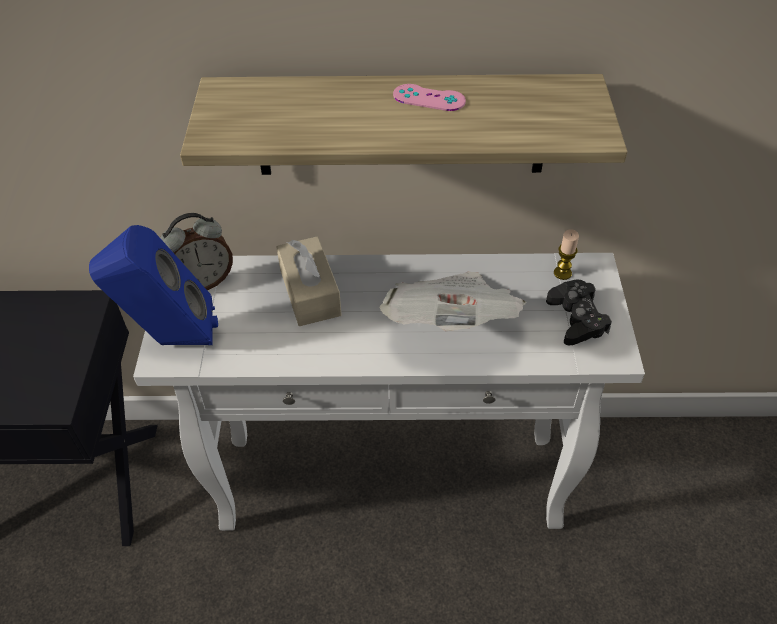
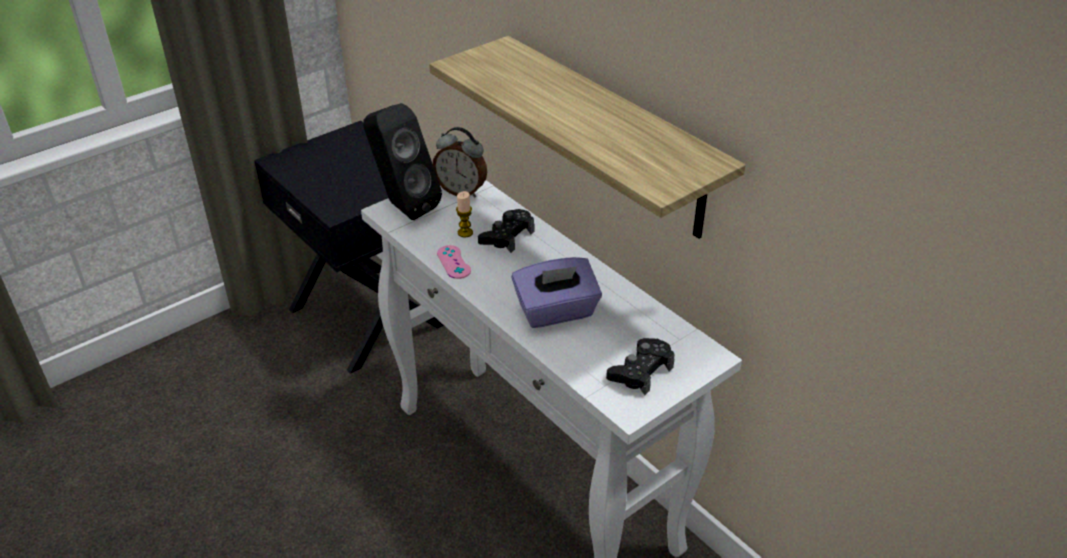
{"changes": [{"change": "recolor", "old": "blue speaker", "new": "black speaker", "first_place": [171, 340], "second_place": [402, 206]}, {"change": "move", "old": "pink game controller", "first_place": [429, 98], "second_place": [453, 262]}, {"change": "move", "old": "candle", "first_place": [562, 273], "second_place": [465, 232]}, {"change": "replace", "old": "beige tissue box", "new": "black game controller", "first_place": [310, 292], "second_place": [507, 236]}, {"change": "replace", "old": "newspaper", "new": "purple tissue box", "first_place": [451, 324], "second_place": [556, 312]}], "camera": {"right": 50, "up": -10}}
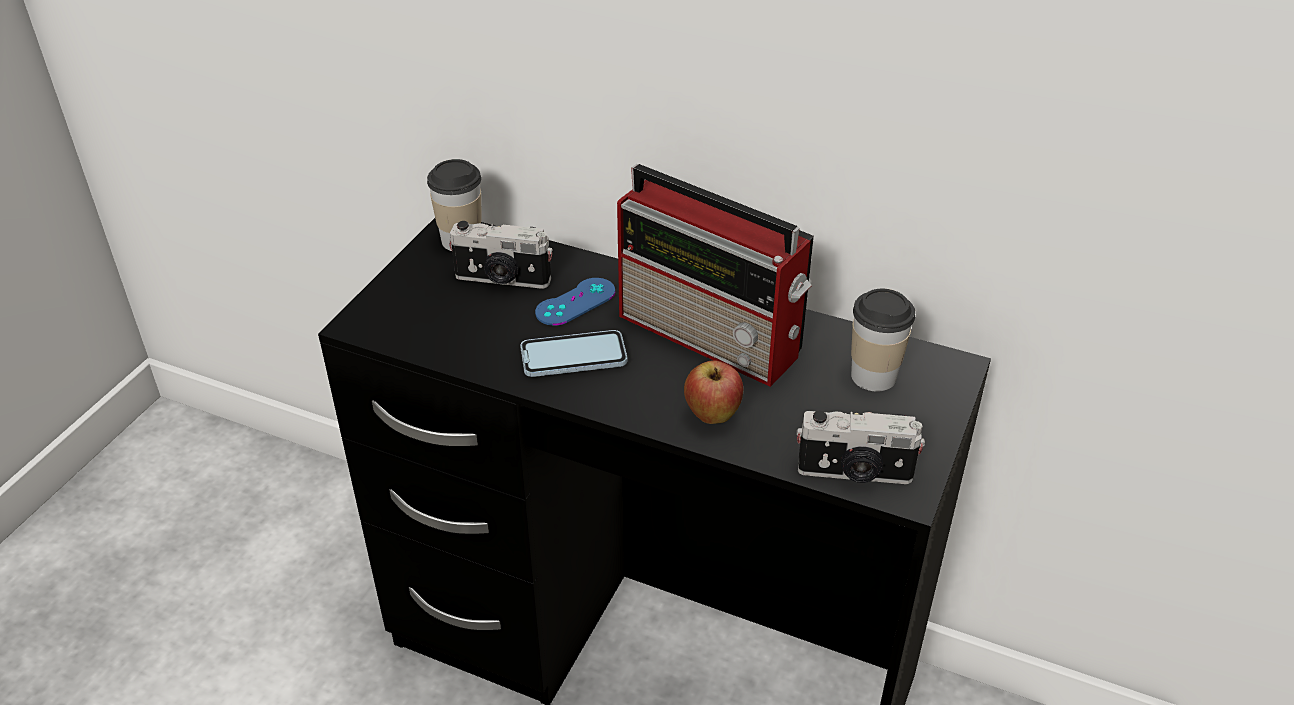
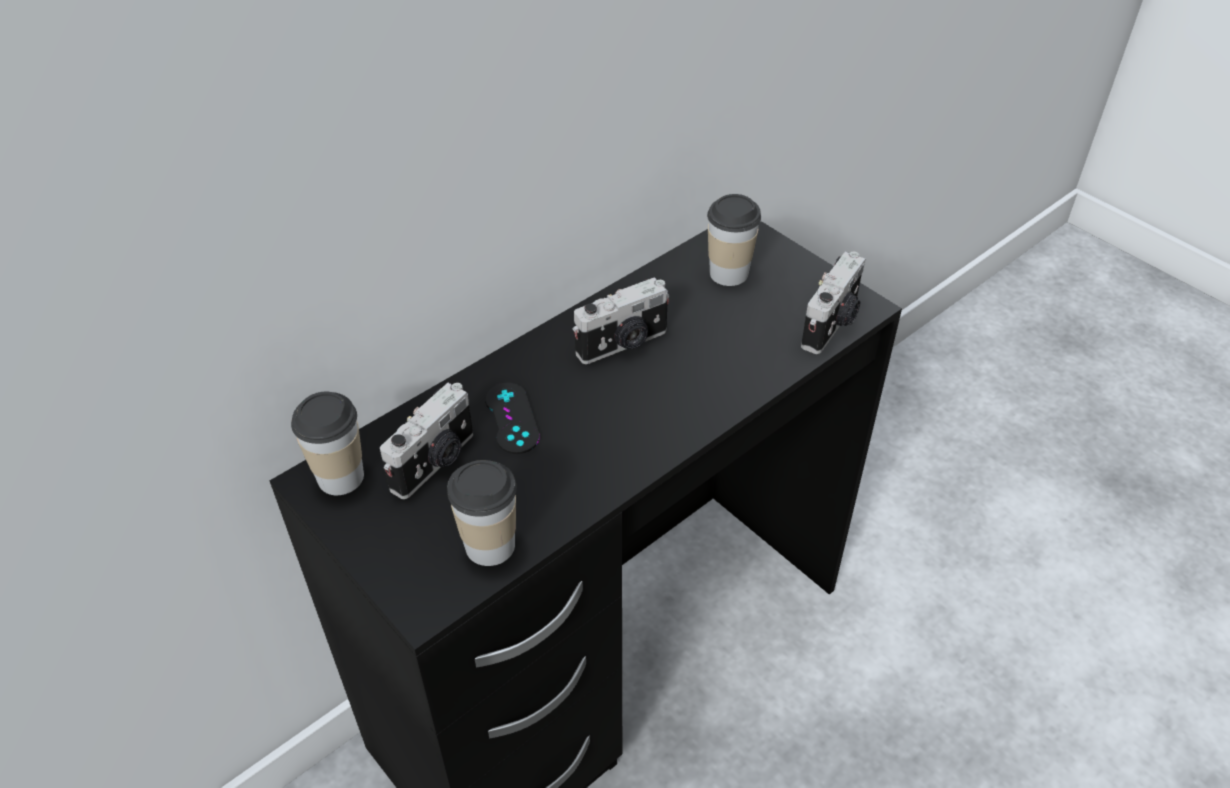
{"changes": [{"change": "insert", "new": "cup", "second_place": [490, 546]}, {"change": "recolor", "old": "blue game controller", "new": "black game controller", "first_place": [575, 302], "second_place": [512, 418]}, {"change": "replace", "old": "radio", "new": "photo camera", "first_place": [713, 337], "second_place": [623, 344]}, {"change": "delete", "old": "phone", "first_place": [573, 356]}, {"change": "delete", "old": "apple", "first_place": [712, 416]}], "camera": {"right": -65, "up": 5}}
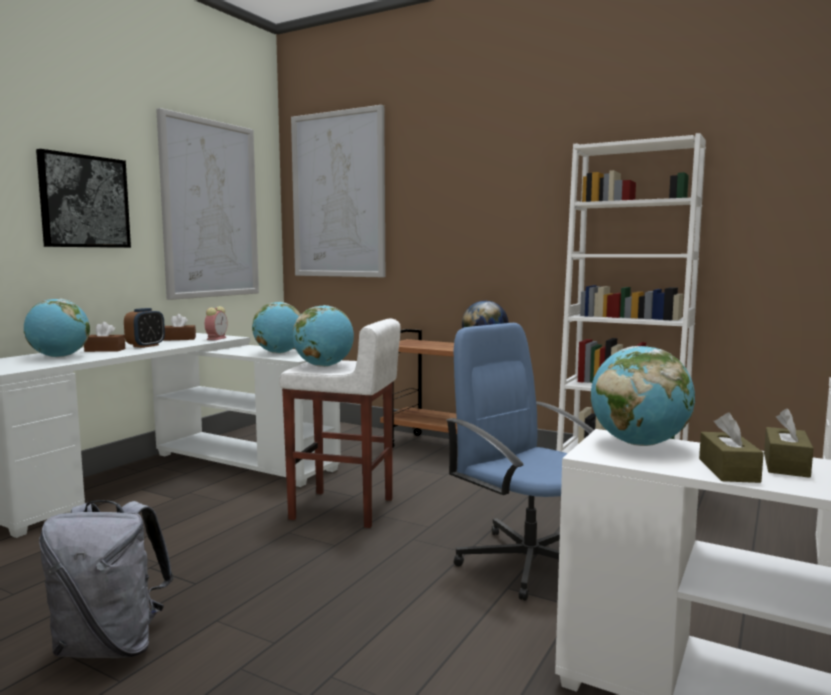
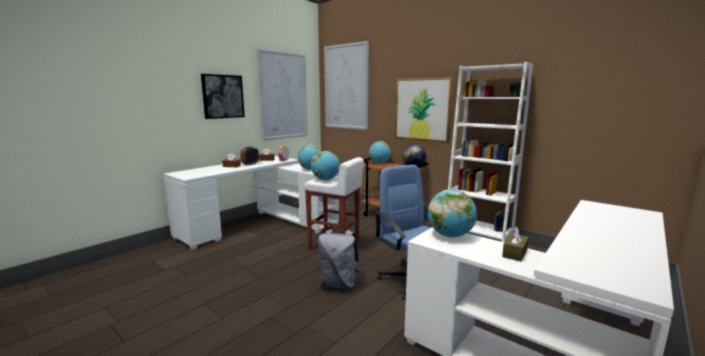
{"changes": [{"change": "move", "old": "grey backpack", "first_place": [111, 646], "second_place": [338, 284]}, {"change": "move", "old": "globe", "first_place": [59, 357], "second_place": [379, 163]}, {"change": "insert", "new": "picture", "second_place": [422, 109]}, {"change": "delete", "old": "brown tissue box", "first_place": [728, 470]}], "camera": {"right": 10, "up": 5}}
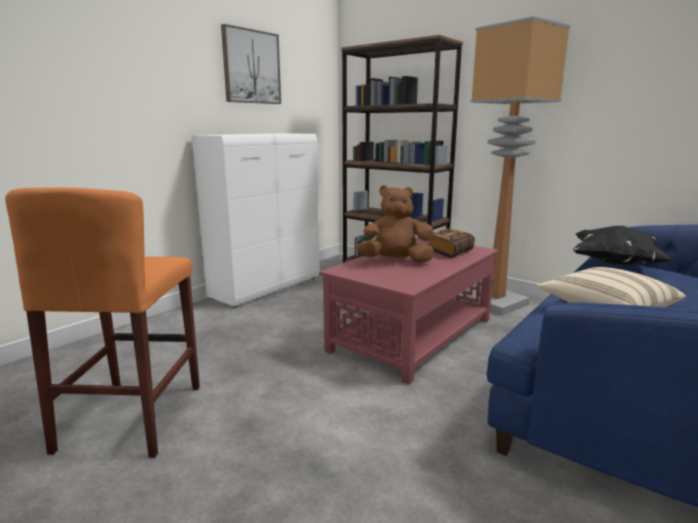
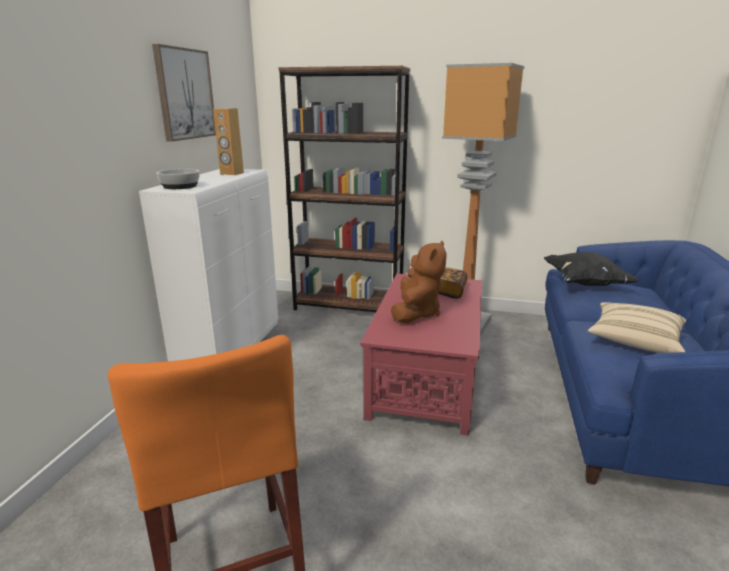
{"changes": [{"change": "insert", "new": "bowl", "second_place": [180, 186]}, {"change": "insert", "new": "brown speaker", "second_place": [231, 173]}, {"change": "rotate", "old": "brown plush toy", "first_place": [396, 261], "second_place": [416, 313], "degrees": 135}], "camera": {"right": -25, "up": 5}}
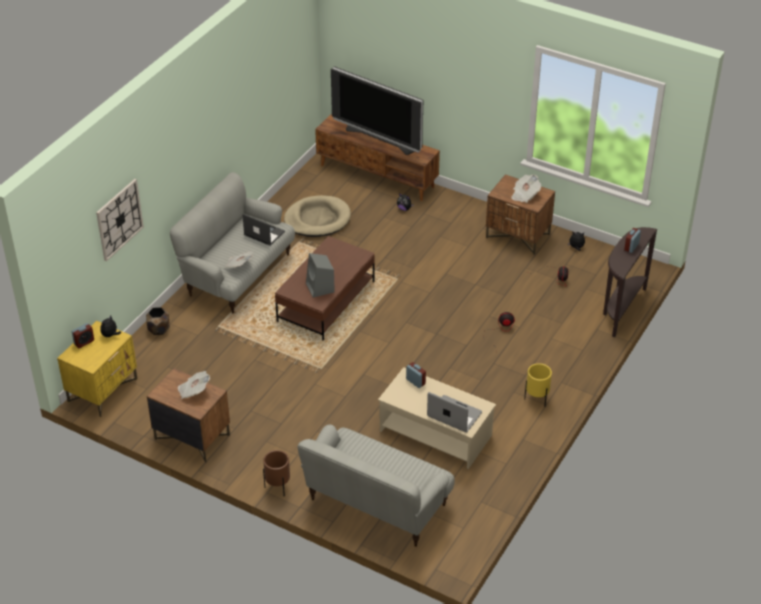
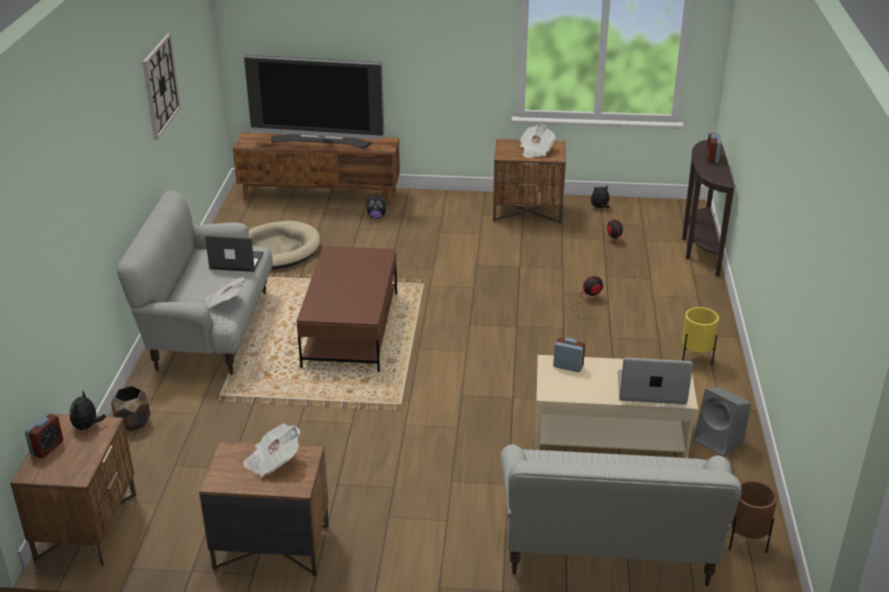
{"changes": [{"change": "recolor", "old": "yellow nightstand", "new": "brown nightstand", "first_place": [103, 390], "second_place": [87, 527]}, {"change": "move", "old": "wall clock", "first_place": [119, 219], "second_place": [160, 85]}, {"change": "move", "old": "grey speaker", "first_place": [320, 288], "second_place": [720, 440]}, {"change": "move", "old": "brown planter", "first_place": [277, 487], "second_place": [746, 543]}], "camera": {"right": -25, "up": -10}}
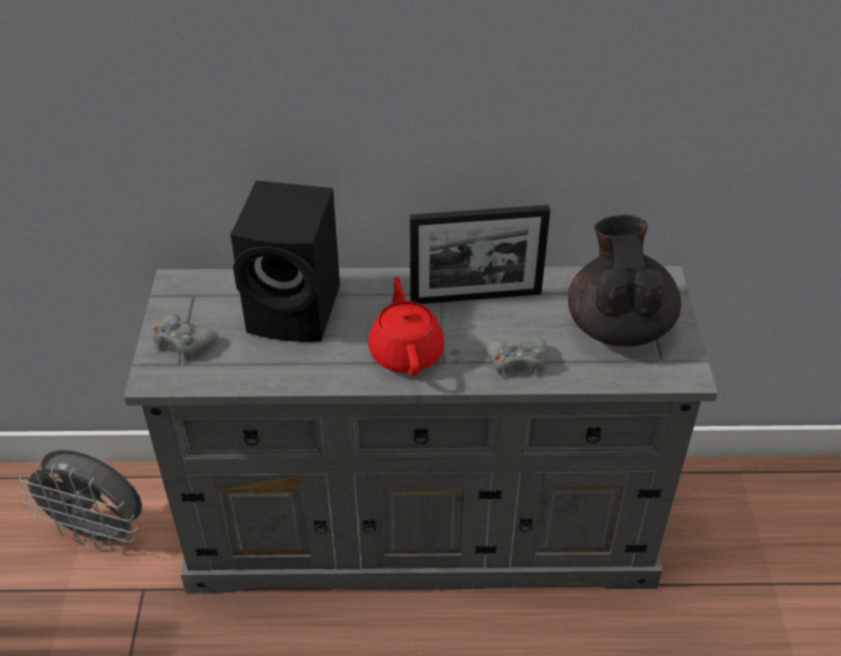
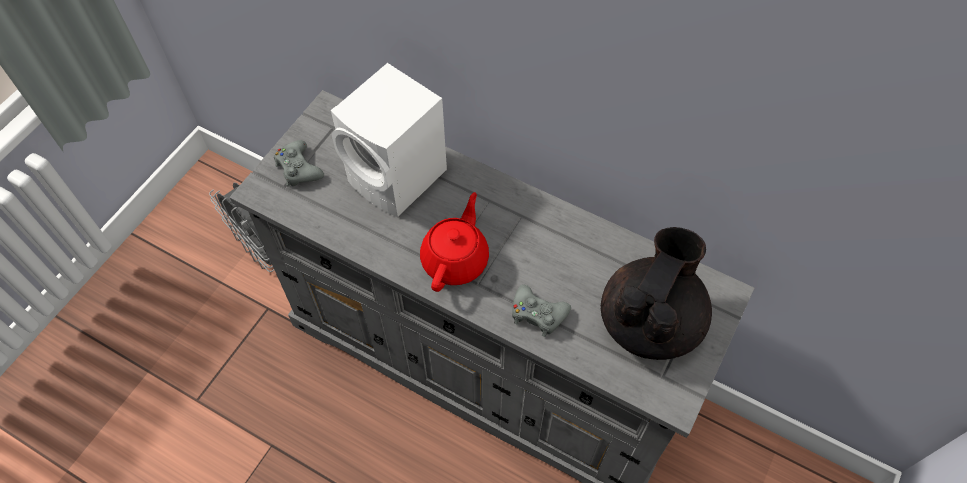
{"changes": [{"change": "recolor", "old": "black speaker", "new": "white speaker", "first_place": [297, 311], "second_place": [399, 179]}, {"change": "delete", "old": "picture frame", "first_place": [476, 296]}], "camera": {"right": 30, "up": 15}}
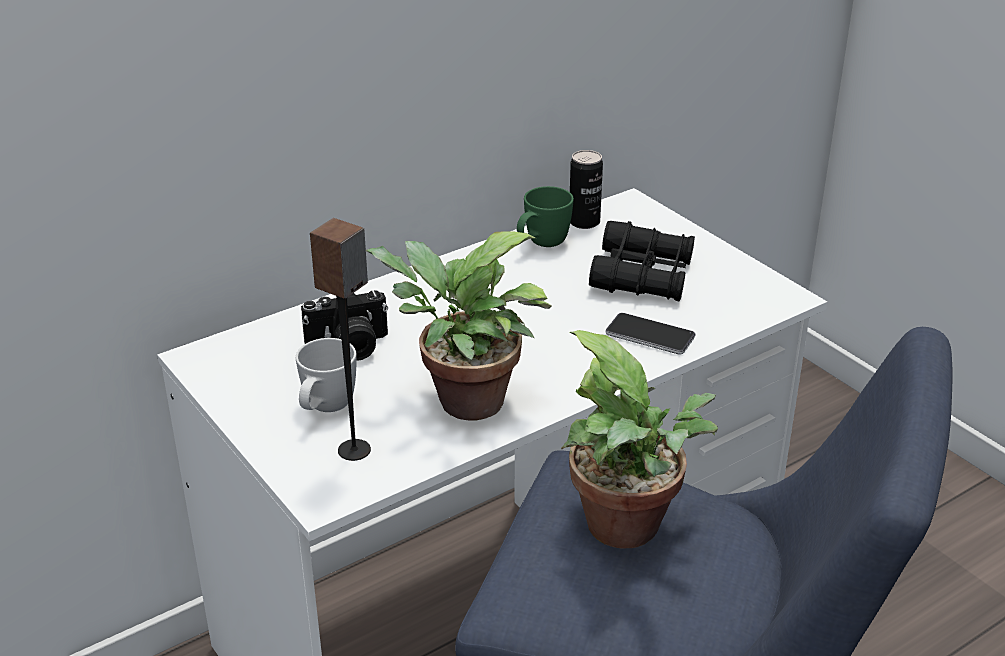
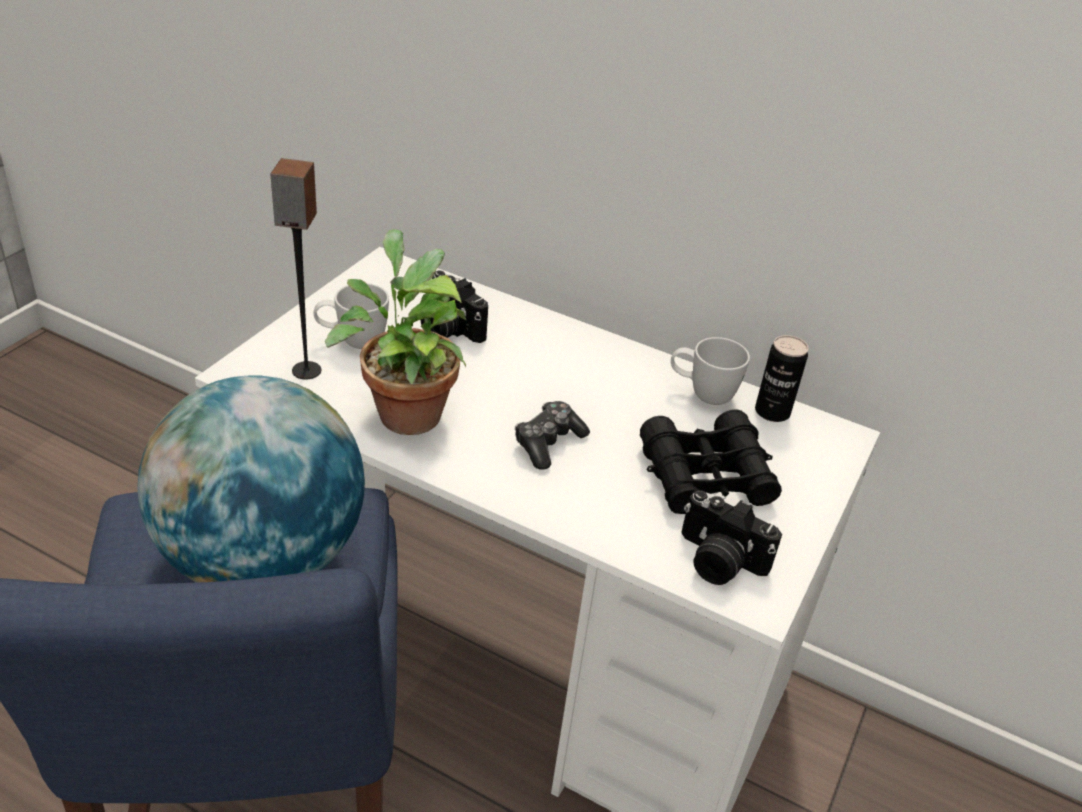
{"changes": [{"change": "replace", "old": "potted plant", "new": "globe", "first_place": [630, 530], "second_place": [262, 559]}, {"change": "insert", "new": "game controller", "second_place": [548, 443]}, {"change": "recolor", "old": "green mug", "new": "white mug", "first_place": [541, 245], "second_place": [701, 394]}, {"change": "insert", "new": "photo camera", "second_place": [717, 561]}, {"change": "delete", "old": "phone", "first_place": [650, 335]}], "camera": {"right": 60, "up": 5}}
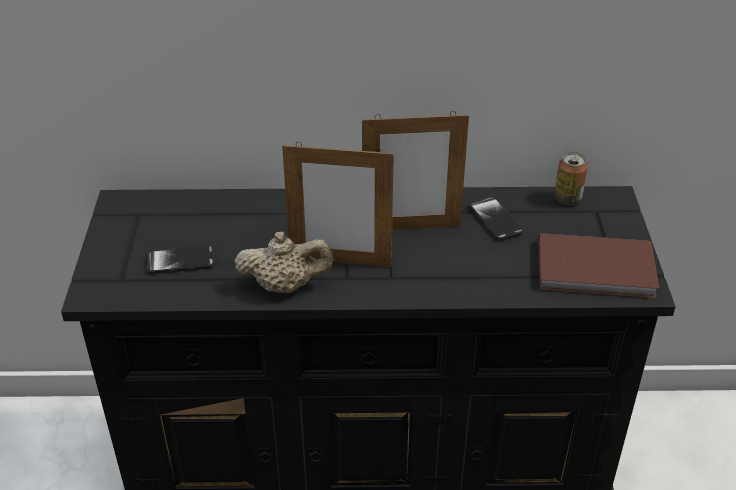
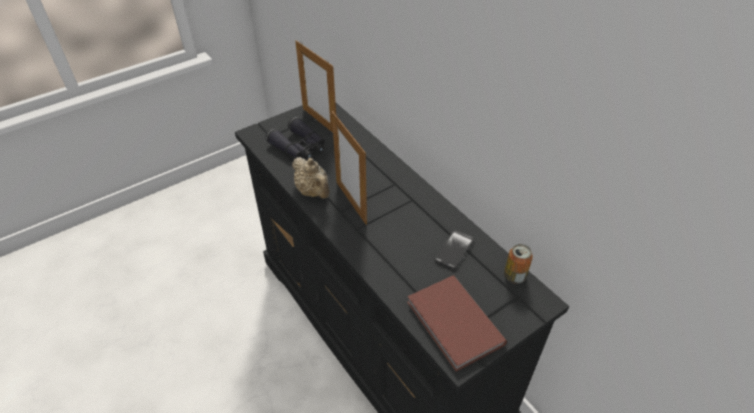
{"changes": [{"change": "replace", "old": "phone", "new": "black binoculars", "first_place": [181, 261], "second_place": [299, 147]}, {"change": "move", "old": "picture frame", "first_place": [411, 228], "second_place": [319, 121]}], "camera": {"right": 55, "up": 5}}
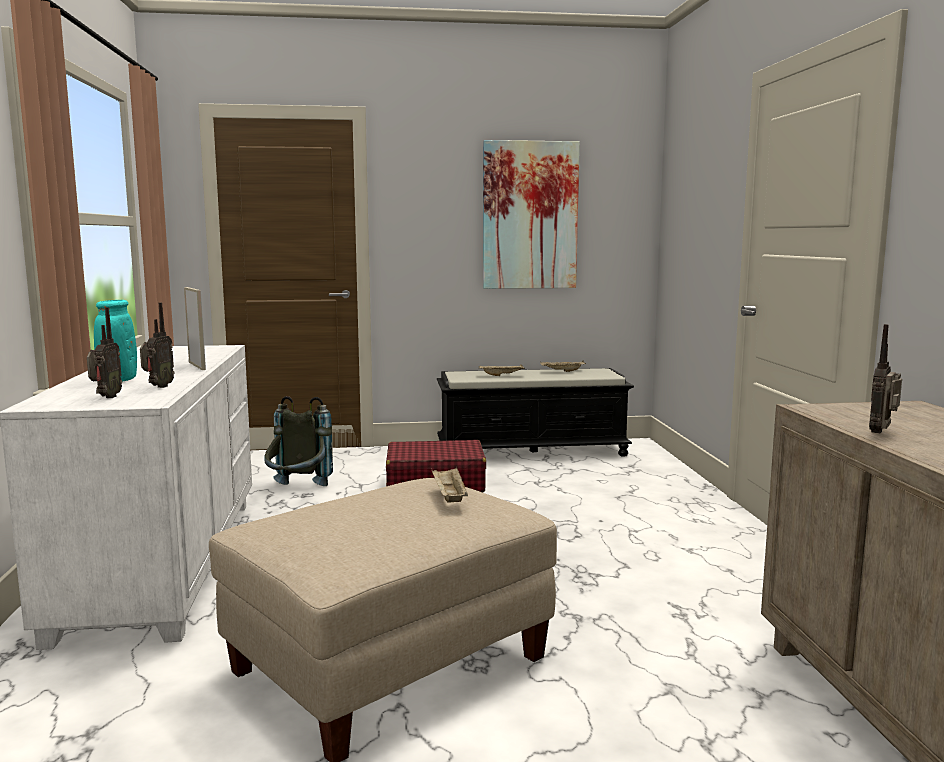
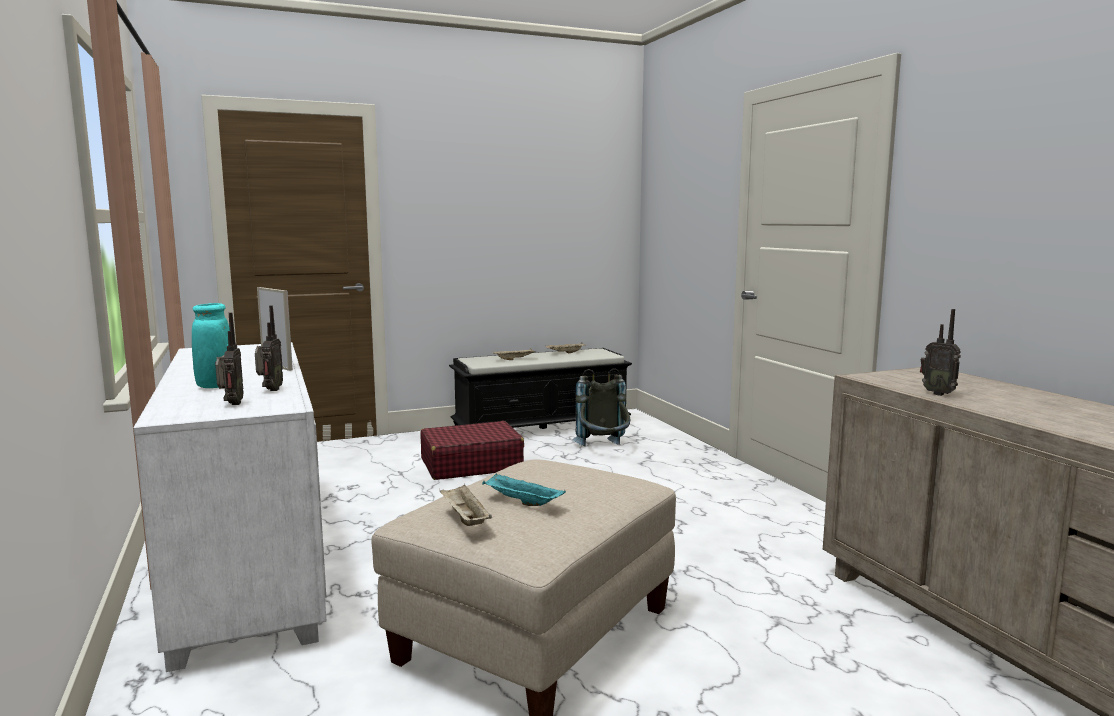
{"changes": [{"change": "move", "old": "beige tray", "first_place": [449, 497], "second_place": [464, 518]}, {"change": "insert", "new": "turquoise tray", "second_place": [521, 502]}, {"change": "move", "old": "grey backpack", "first_place": [298, 491], "second_place": [603, 450]}, {"change": "rotate", "old": "radio", "first_place": [882, 432], "second_place": [938, 393], "degrees": -60}, {"change": "delete", "old": "picture", "first_place": [530, 215]}], "camera": {"right": -15, "up": 0}}
